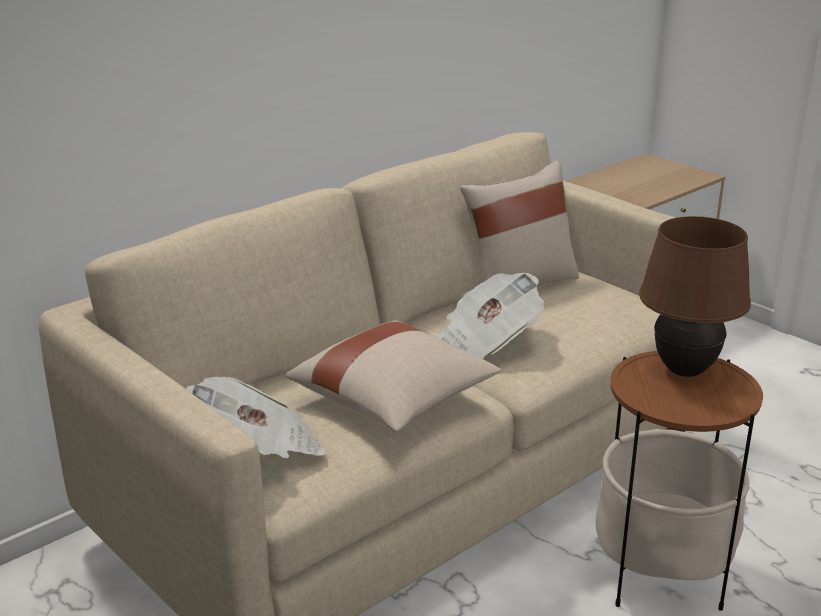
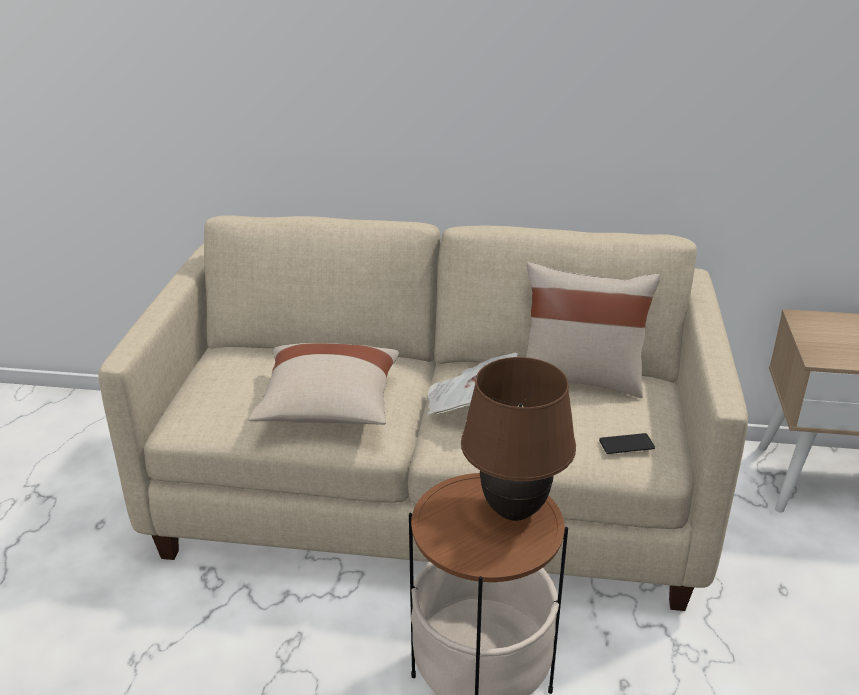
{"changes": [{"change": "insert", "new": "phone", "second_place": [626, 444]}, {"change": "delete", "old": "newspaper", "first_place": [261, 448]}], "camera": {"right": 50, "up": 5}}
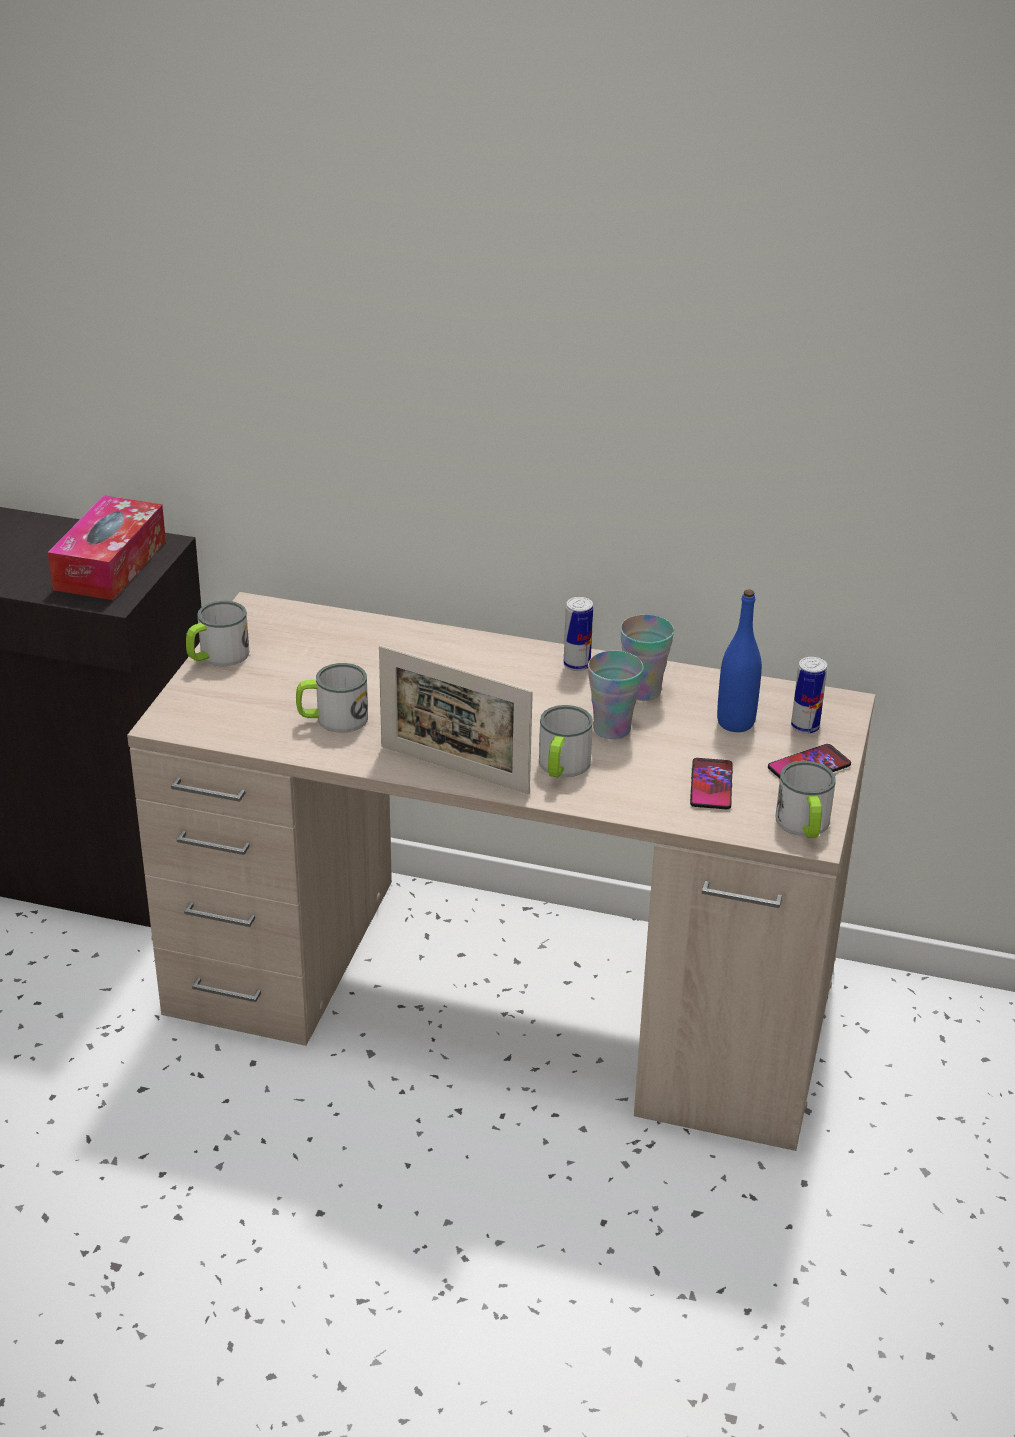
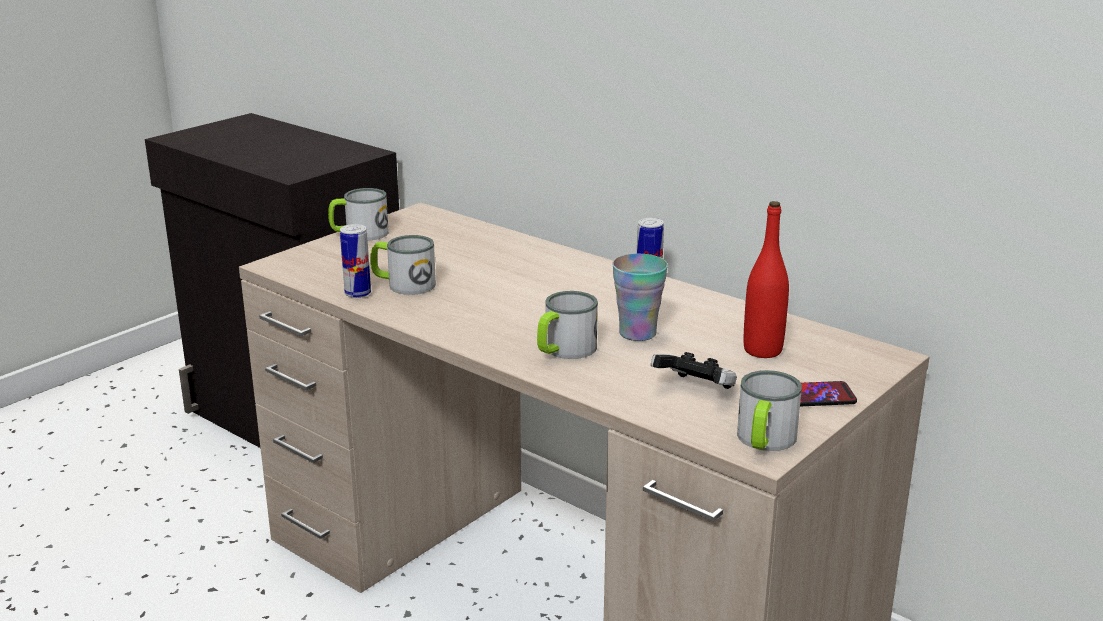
{"changes": [{"change": "move", "old": "can", "first_place": [805, 727], "second_place": [357, 293]}, {"change": "replace", "old": "phone", "new": "game controller", "first_place": [711, 785], "second_place": [695, 390]}, {"change": "recolor", "old": "blue bottle", "new": "red bottle", "first_place": [735, 723], "second_place": [762, 350]}, {"change": "delete", "old": "tissue box", "first_place": [110, 565]}, {"change": "delete", "old": "picture frame", "first_place": [454, 769]}, {"change": "delete", "old": "cup", "first_place": [643, 691]}], "camera": {"right": 25, "up": -10}}
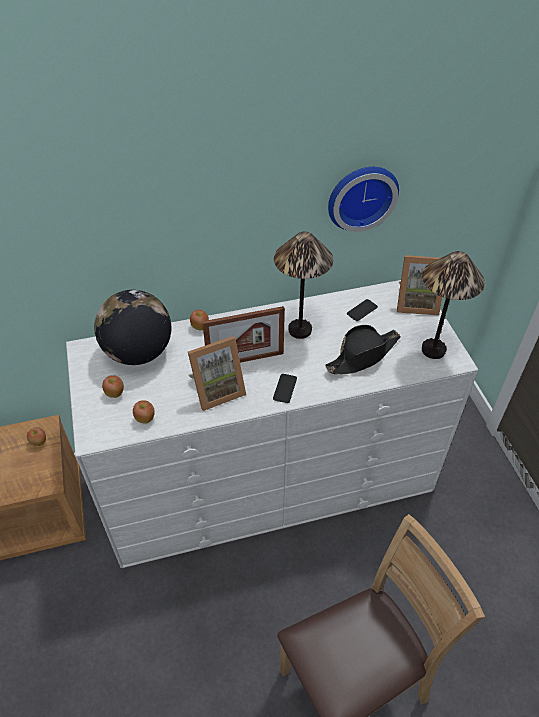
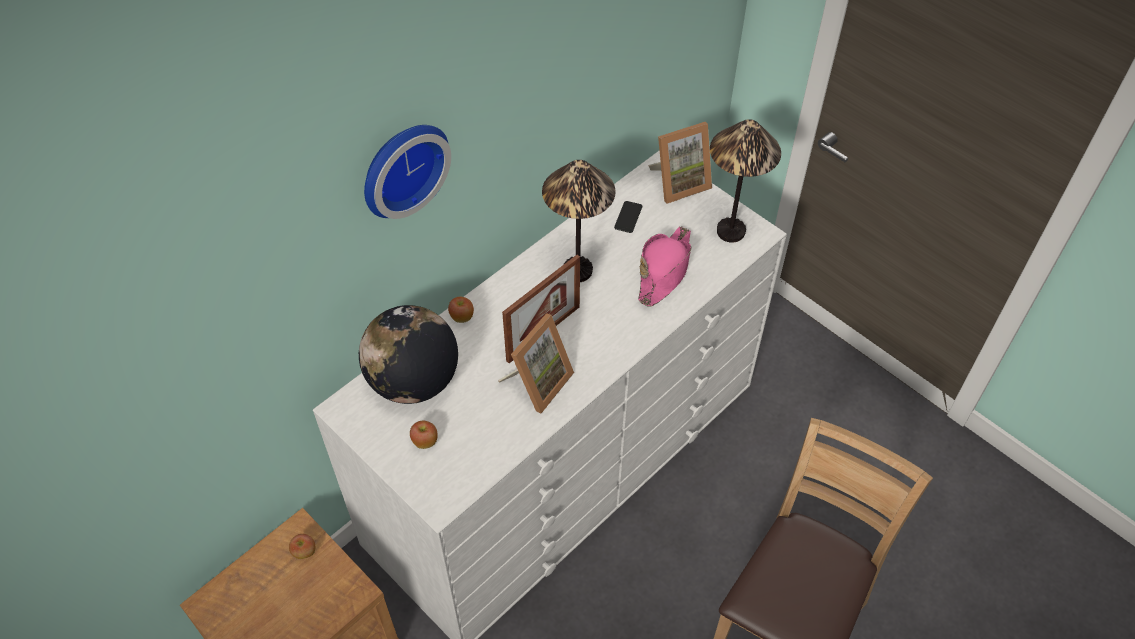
{"changes": [{"change": "move", "old": "wall clock", "first_place": [361, 196], "second_place": [401, 167]}, {"change": "recolor", "old": "black hat", "new": "pink hat", "first_place": [363, 355], "second_place": [664, 270]}, {"change": "delete", "old": "apple", "first_place": [145, 418]}, {"change": "delete", "old": "phone", "first_place": [285, 388]}], "camera": {"right": -30, "up": 5}}
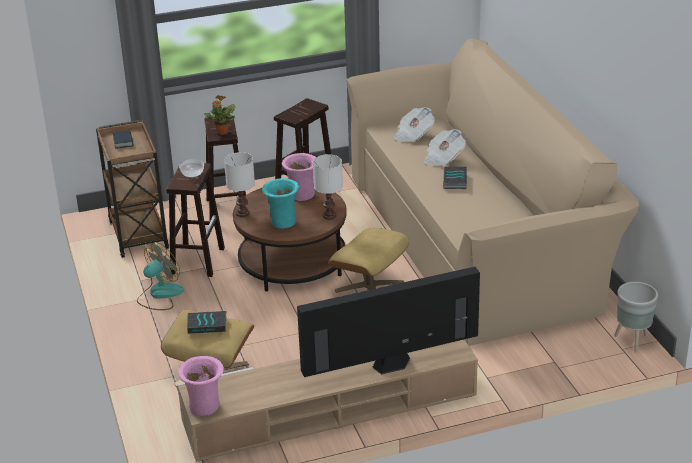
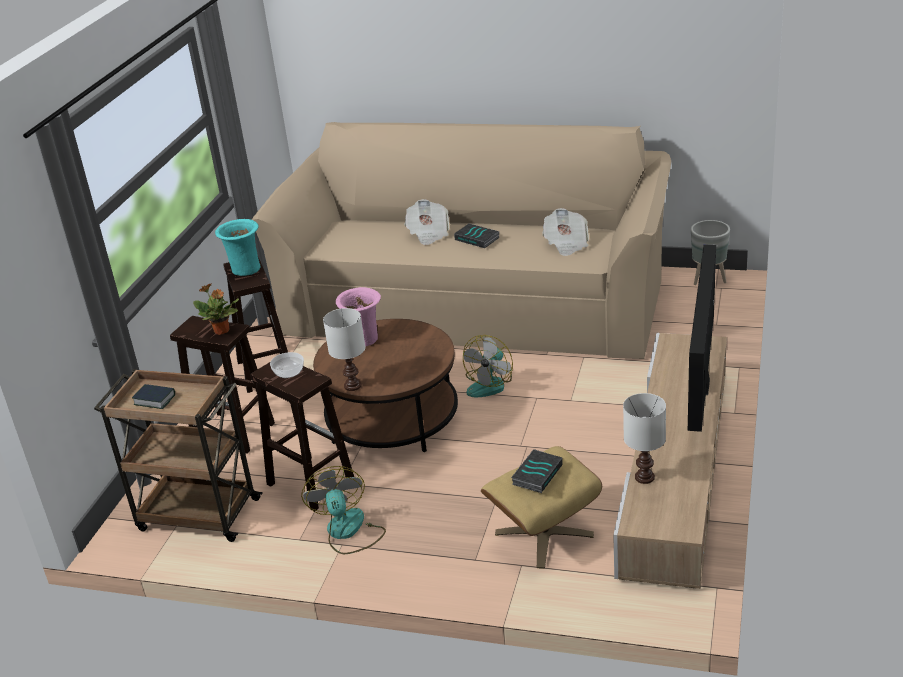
{"changes": [{"change": "move", "old": "turquoise vase", "first_place": [282, 222], "second_place": [245, 270]}, {"change": "replace", "old": "beige ottoman", "new": "fan", "first_place": [370, 287], "second_place": [490, 384]}, {"change": "move", "old": "newspaper", "first_place": [413, 135], "second_place": [566, 244]}, {"change": "move", "old": "white table lamp", "first_place": [330, 216], "second_place": [645, 477]}, {"change": "delete", "old": "pink vase", "first_place": [205, 407]}], "camera": {"right": -55, "up": 0}}
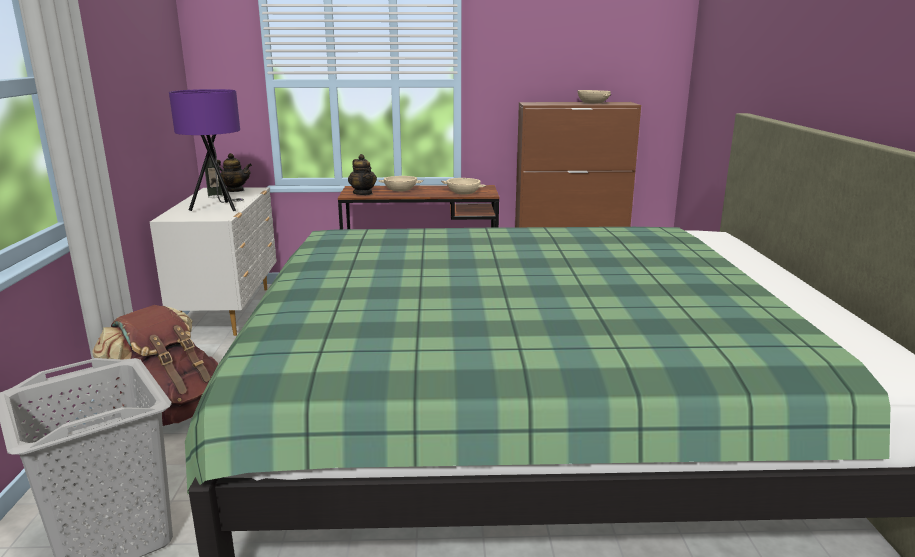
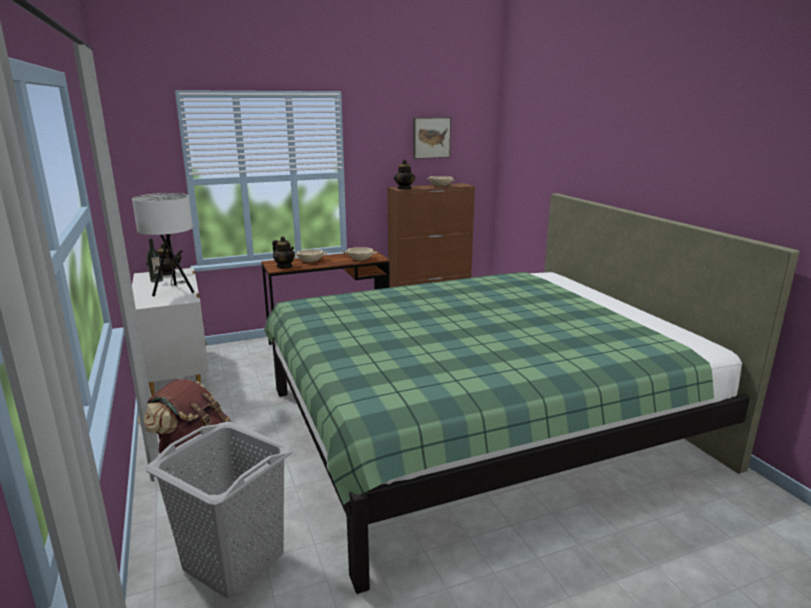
{"changes": [{"change": "recolor", "old": "purple table lamp", "new": "white table lamp", "first_place": [219, 208], "second_place": [175, 291]}, {"change": "insert", "new": "teapot", "second_place": [404, 188]}, {"change": "insert", "new": "picture", "second_place": [430, 137]}], "camera": {"right": -20, "up": 0}}
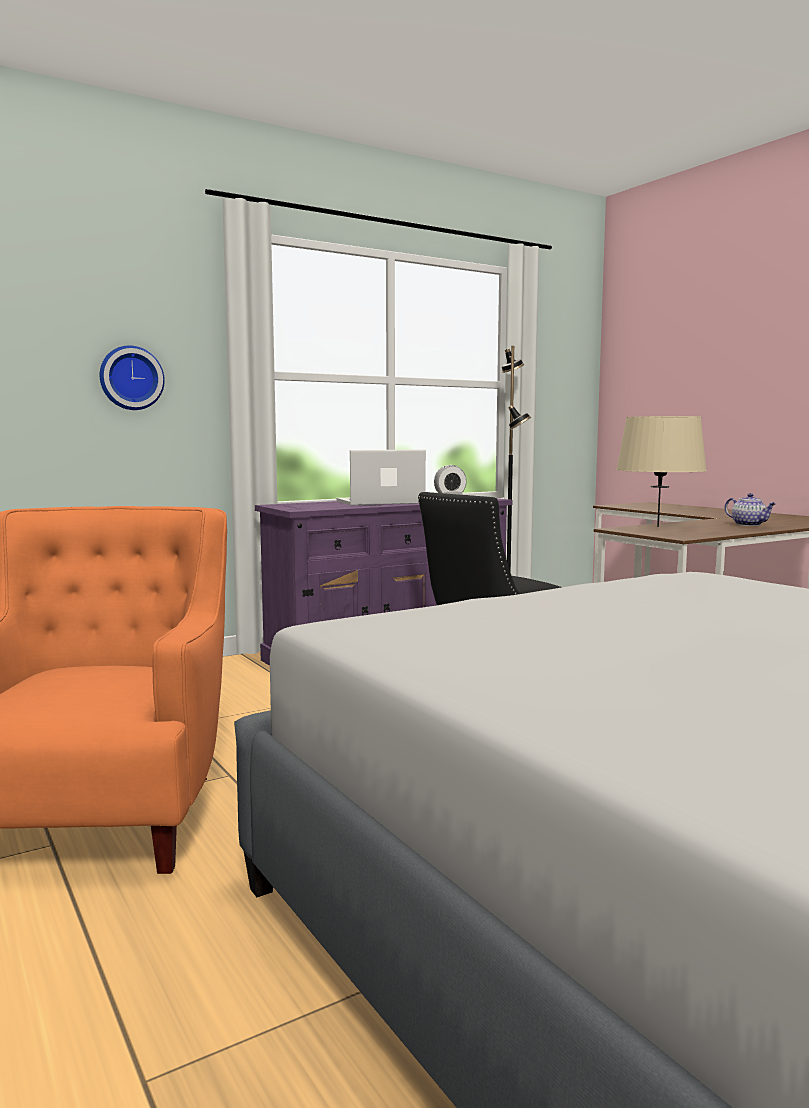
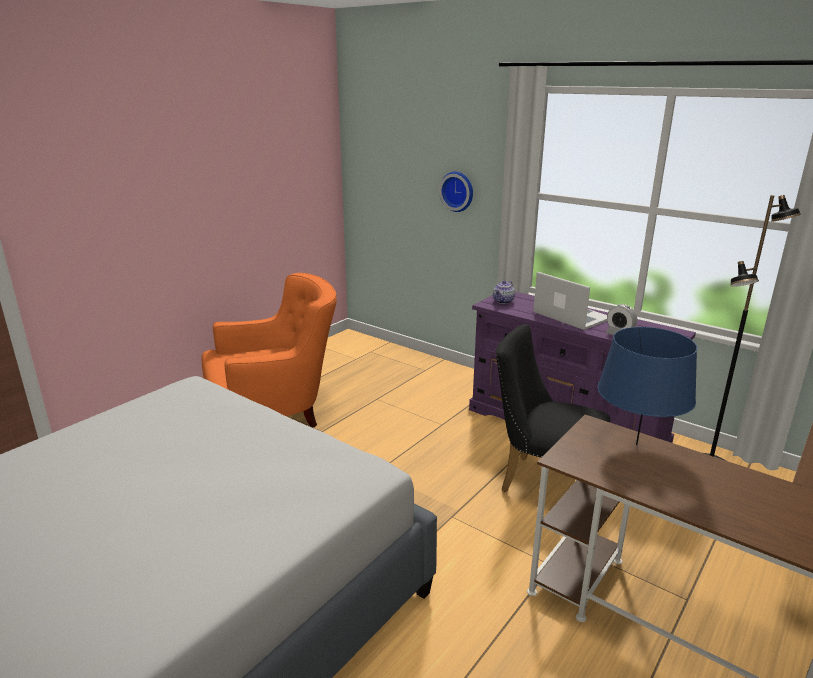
{"changes": [{"change": "move", "old": "teapot", "first_place": [749, 525], "second_place": [503, 301]}, {"change": "recolor", "old": "beige table lamp", "new": "blue table lamp", "first_place": [658, 527], "second_place": [636, 445]}], "camera": {"right": 70, "up": 15}}
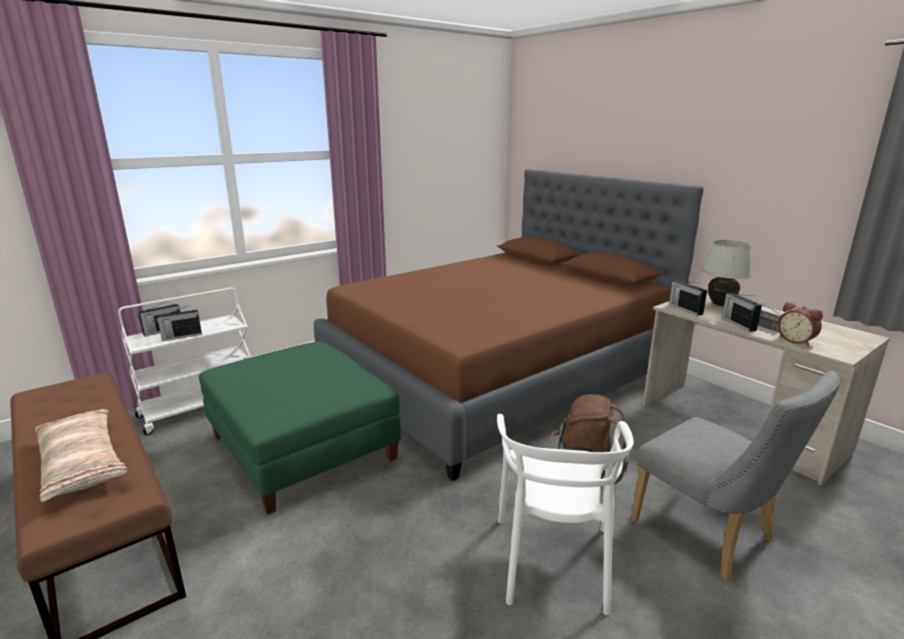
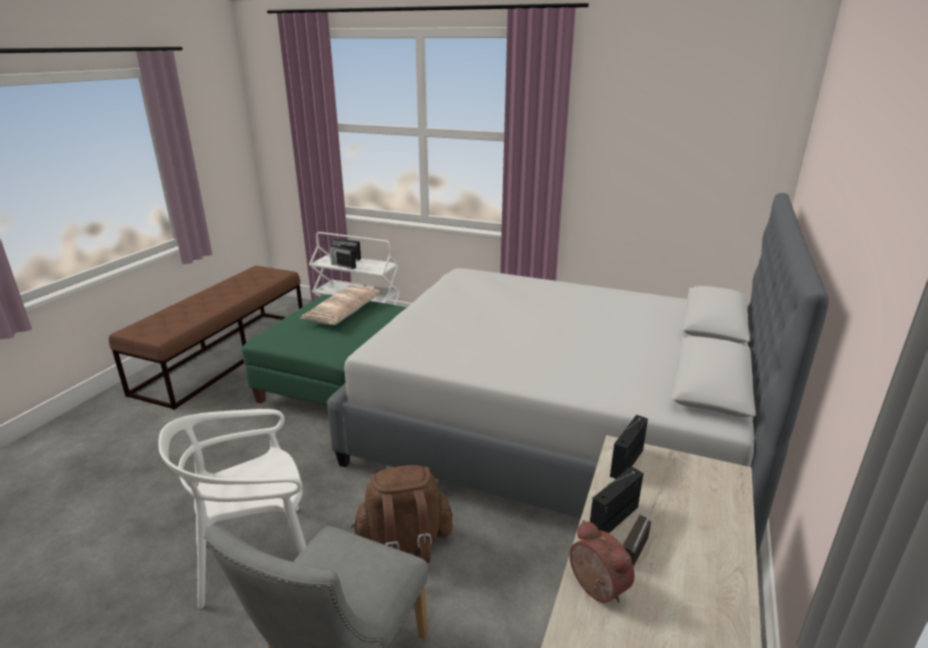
{"changes": [{"change": "move", "old": "pillow", "first_place": [82, 463], "second_place": [344, 313]}, {"change": "recolor", "old": "brown bed", "new": "grey bed", "first_place": [498, 374], "second_place": [556, 430]}, {"change": "rotate", "old": "alarm clock", "first_place": [796, 340], "second_place": [595, 589], "degrees": 120}, {"change": "delete", "old": "white table lamp", "first_place": [721, 305]}], "camera": {"right": 60, "up": 5}}
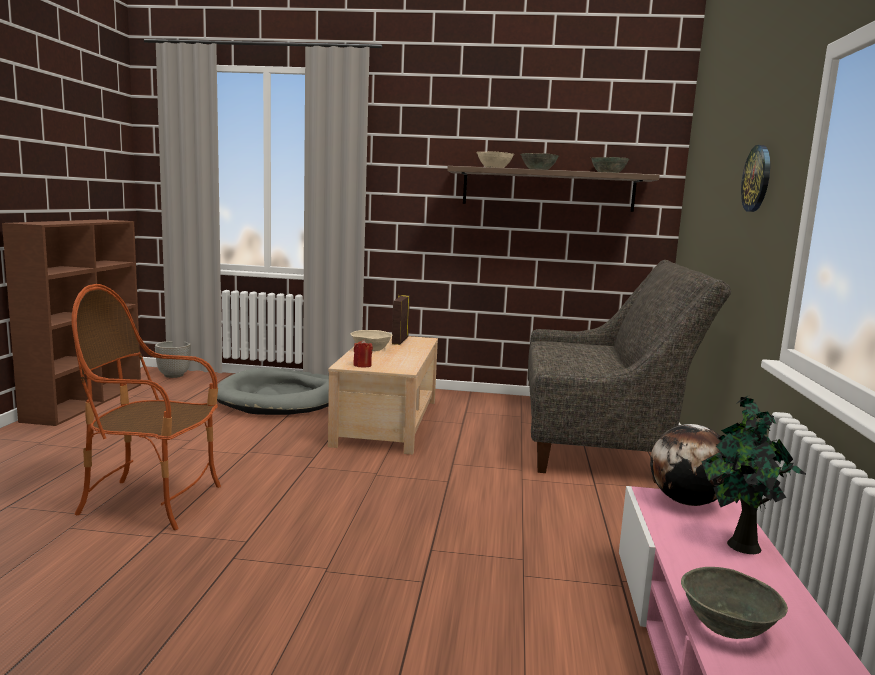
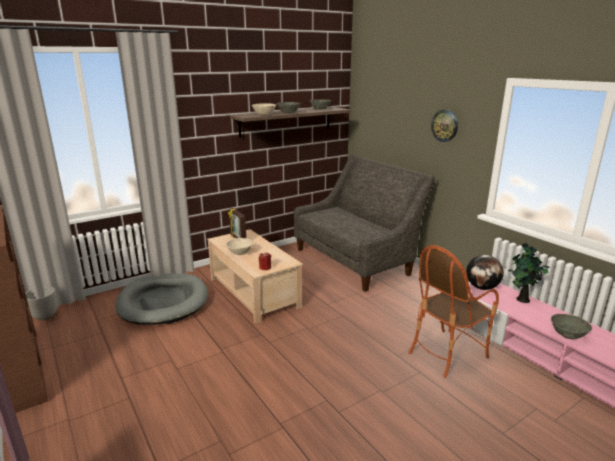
{"changes": [{"change": "move", "old": "armchair", "first_place": [152, 502], "second_place": [446, 353]}], "camera": {"right": -40, "up": 10}}
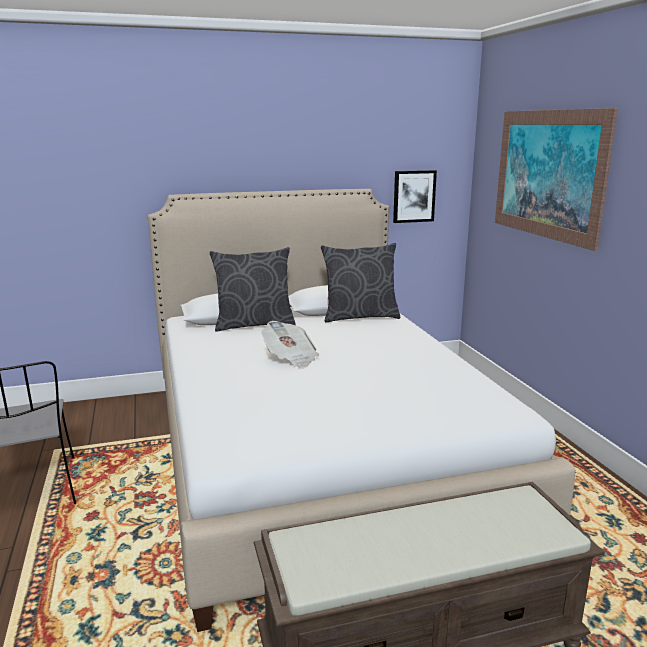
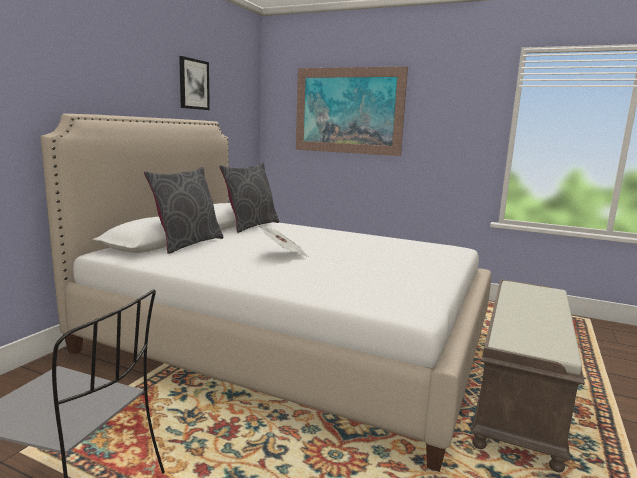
{"changes": [{"change": "move", "old": "picture", "first_place": [414, 196], "second_place": [193, 84]}], "camera": {"right": -50, "up": -5}}
